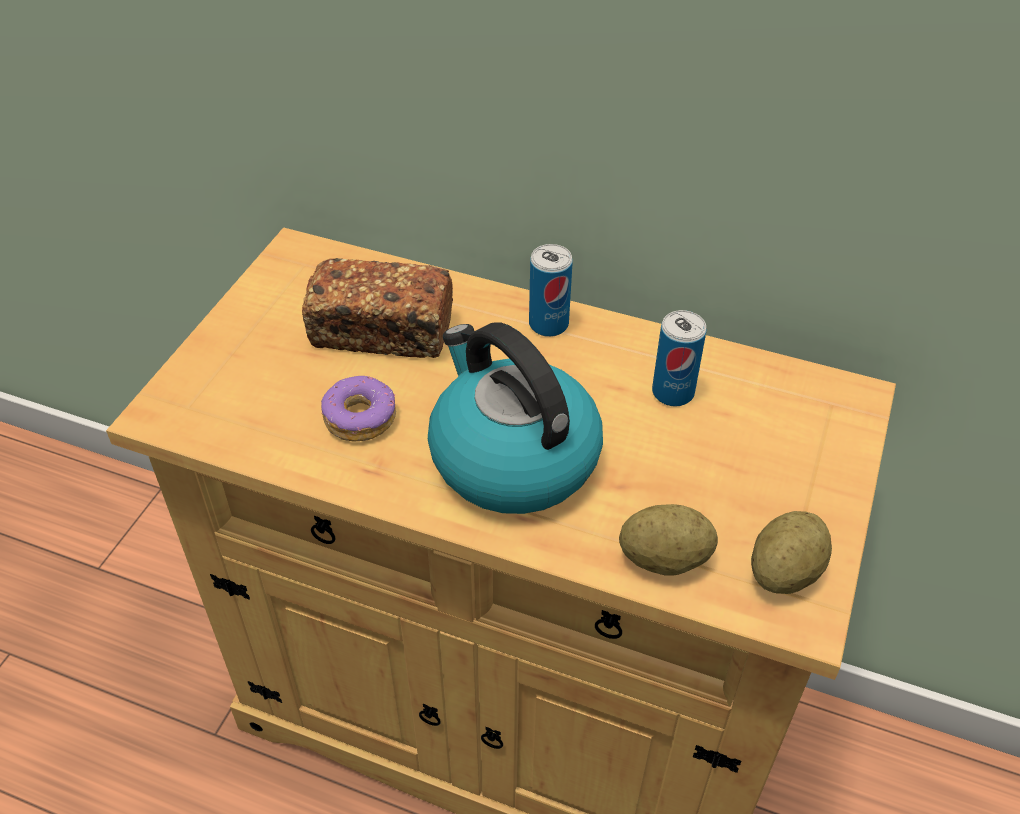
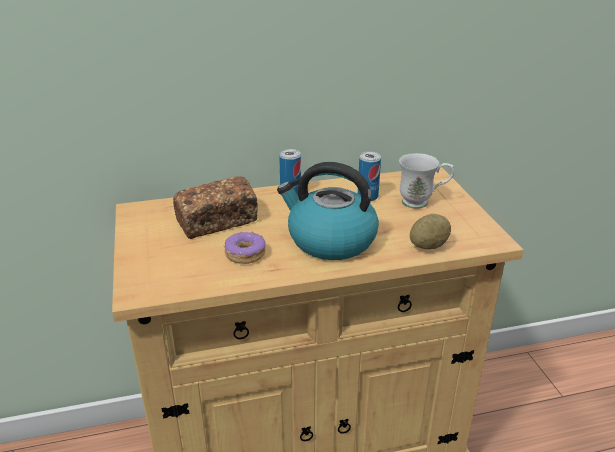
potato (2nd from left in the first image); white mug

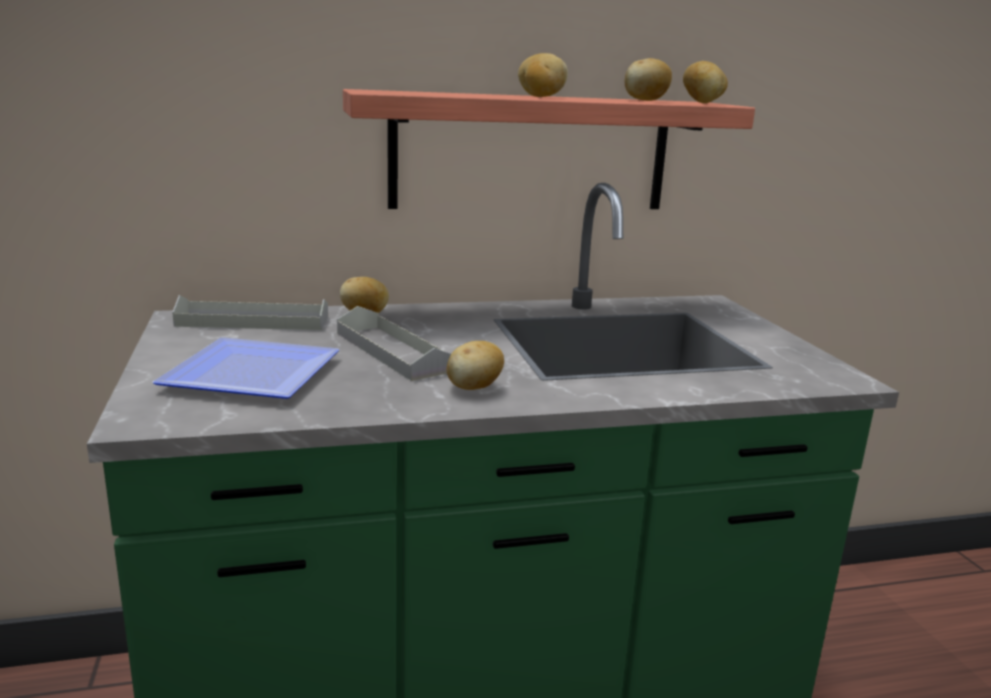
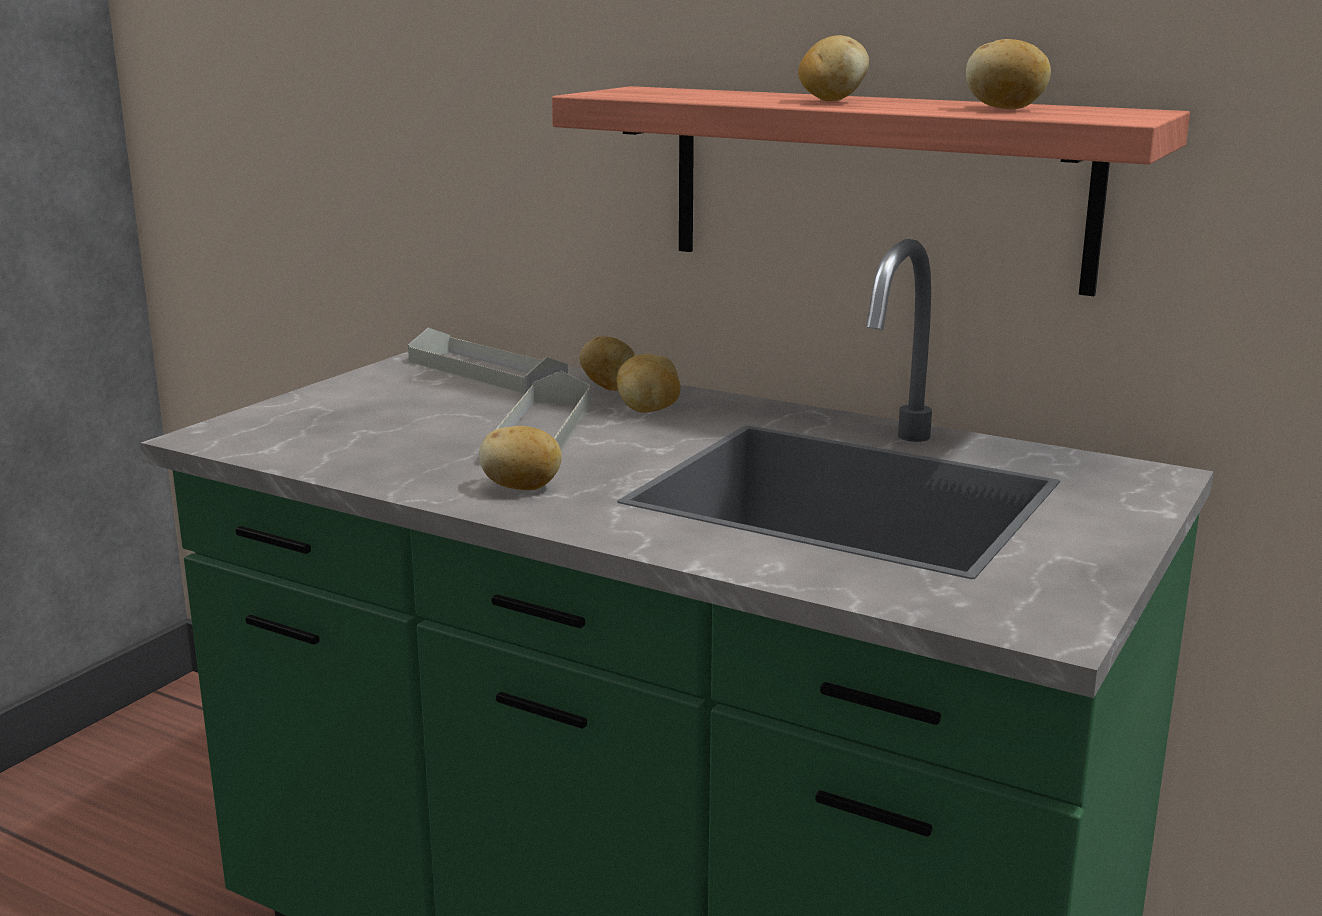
plate; potato (3rd from left)

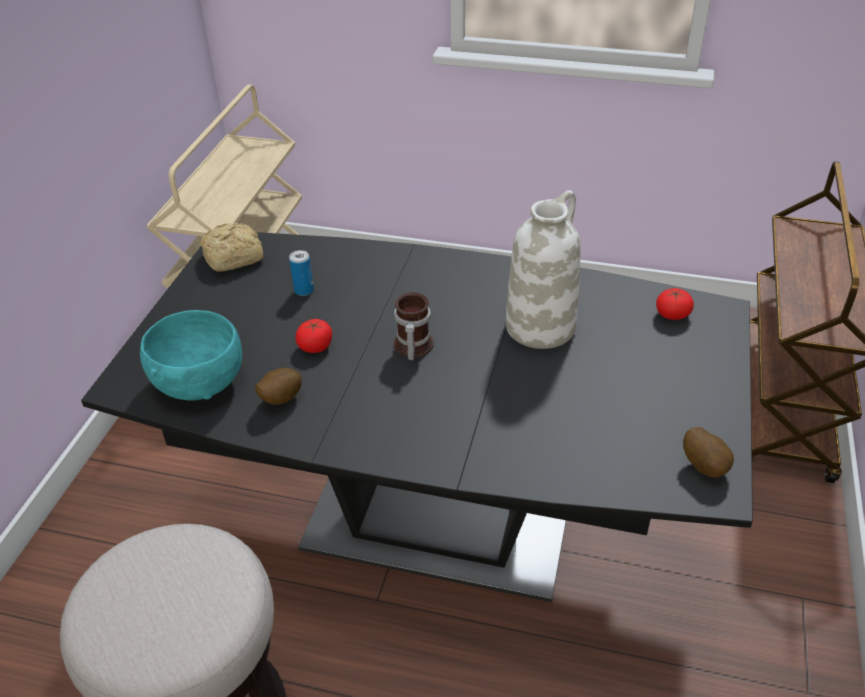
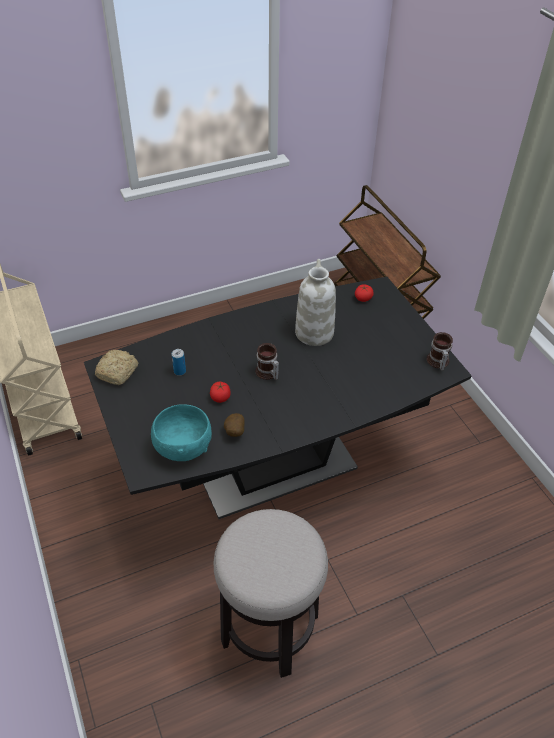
mug (2nd from left)

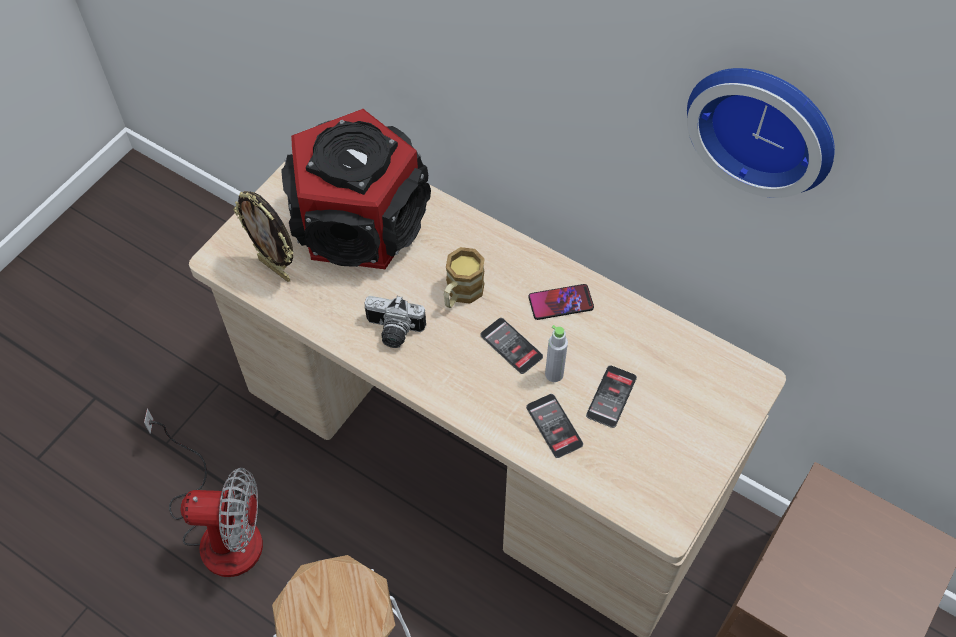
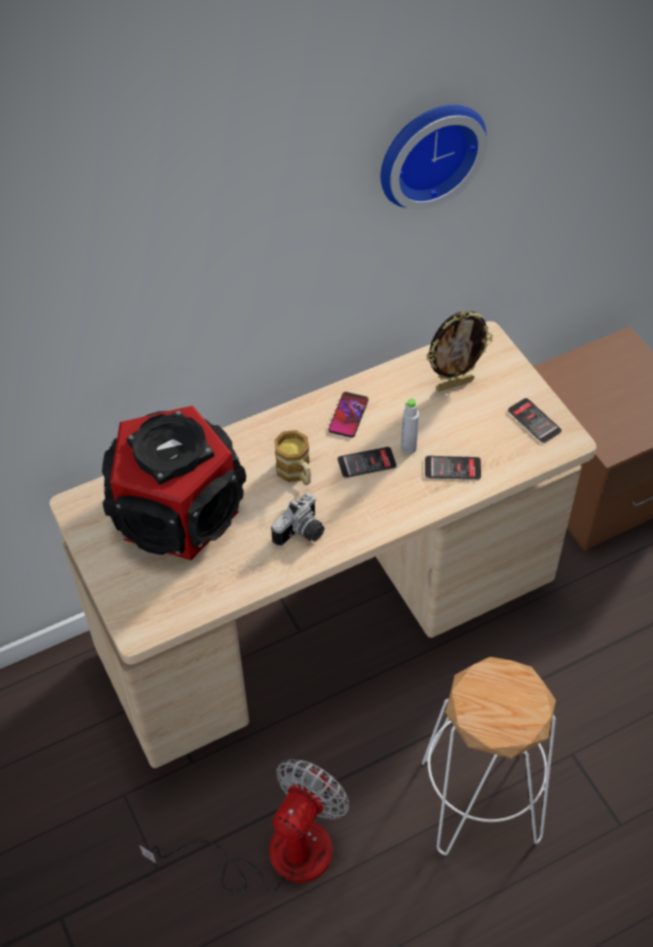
picture frame; phone (4th from left)

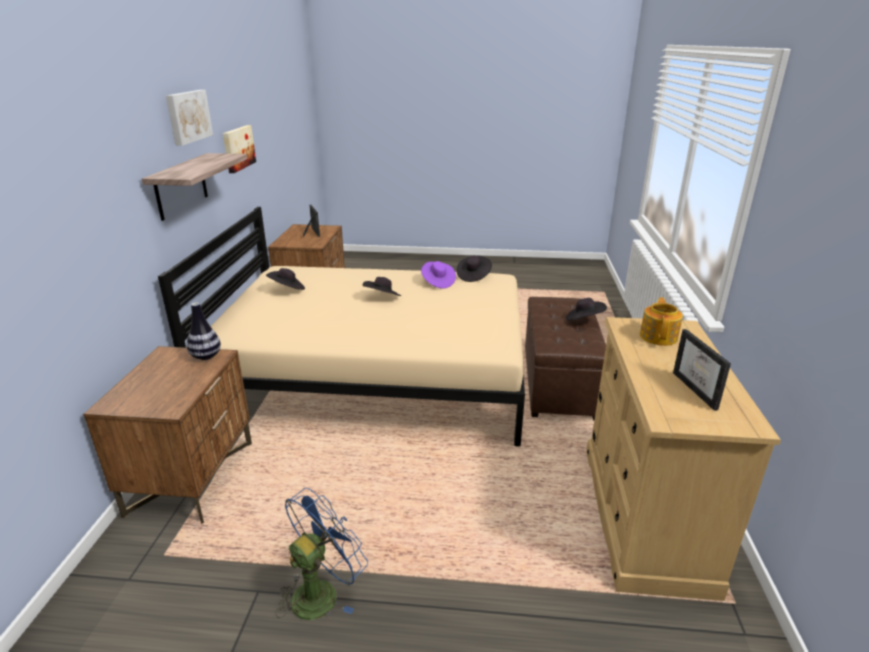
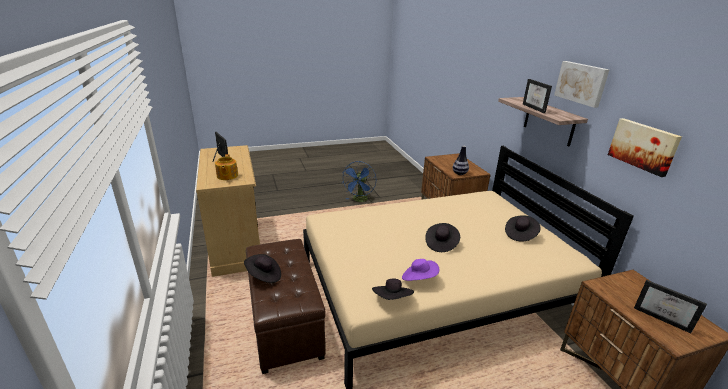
picture frame (2nd from left)

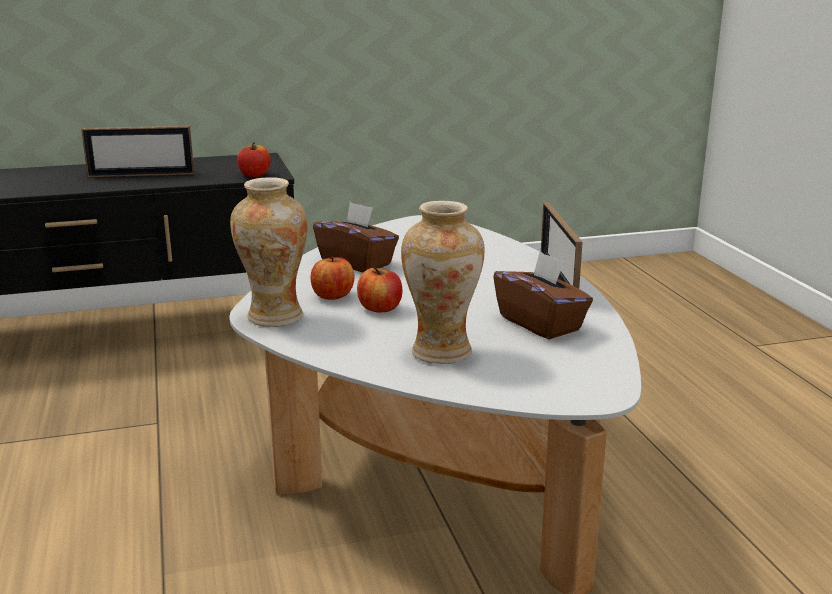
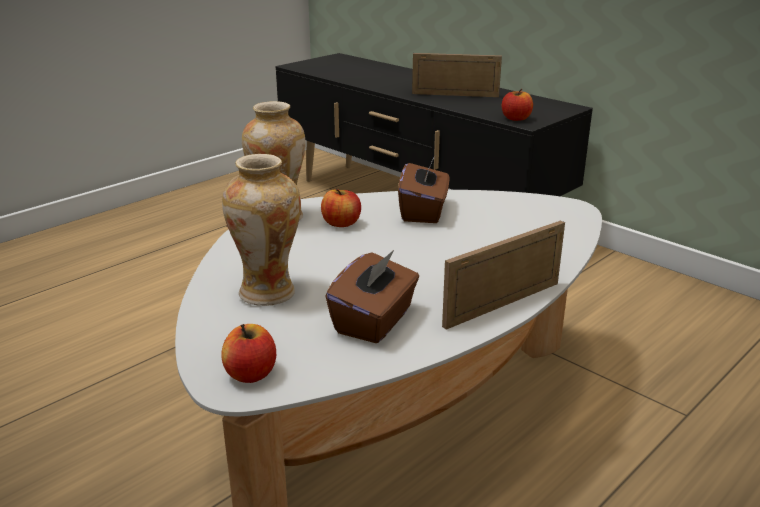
picture frame (1st from left); apple (1st from left)

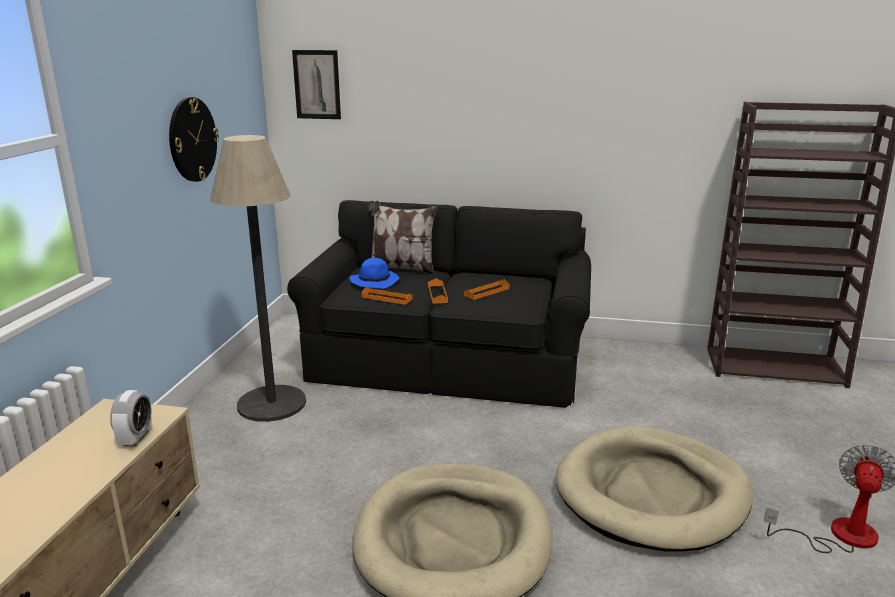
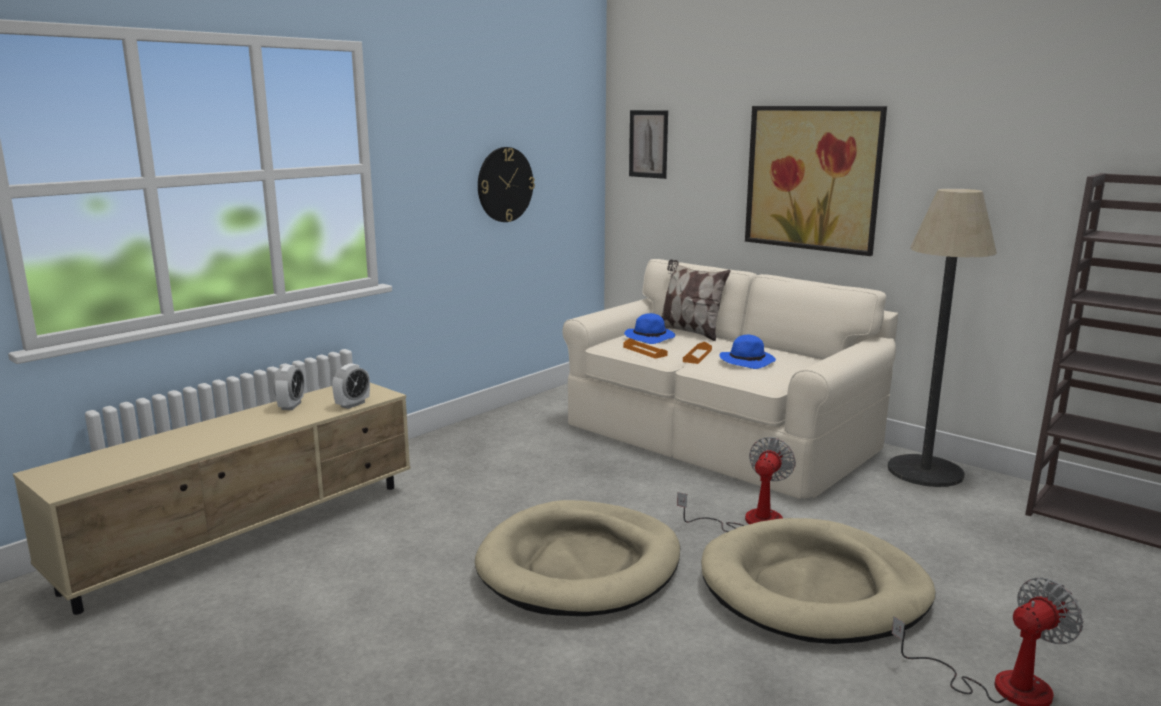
floor lamp; beige sofa; blue hat (2nd from left); alarm clock (1st from left); fan (1st from left); picture (2nd from left)

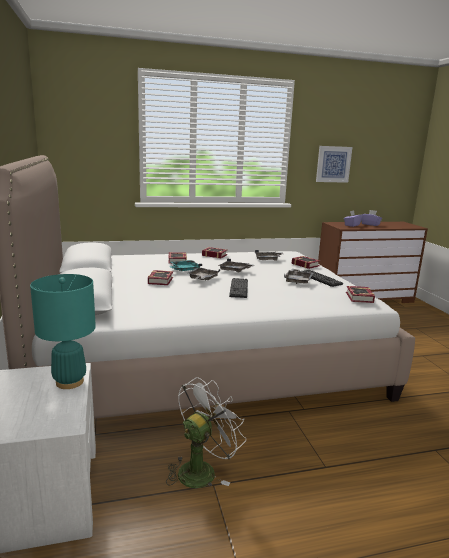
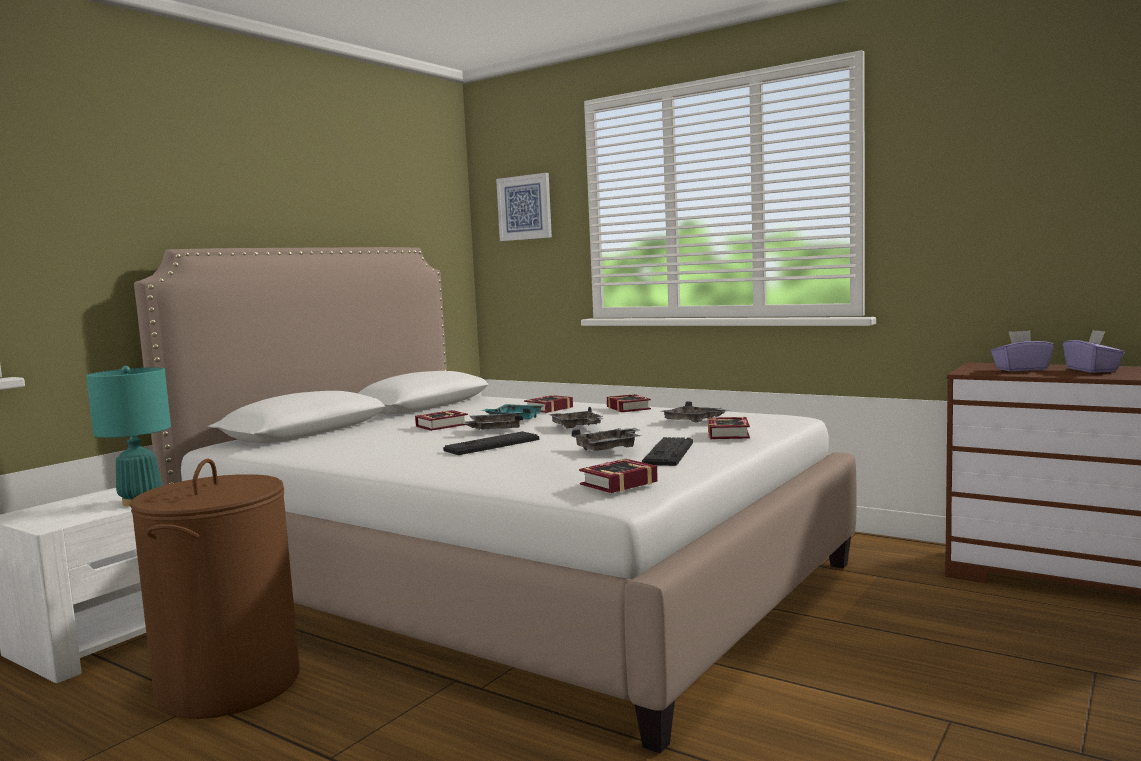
brown laundry basket; picture

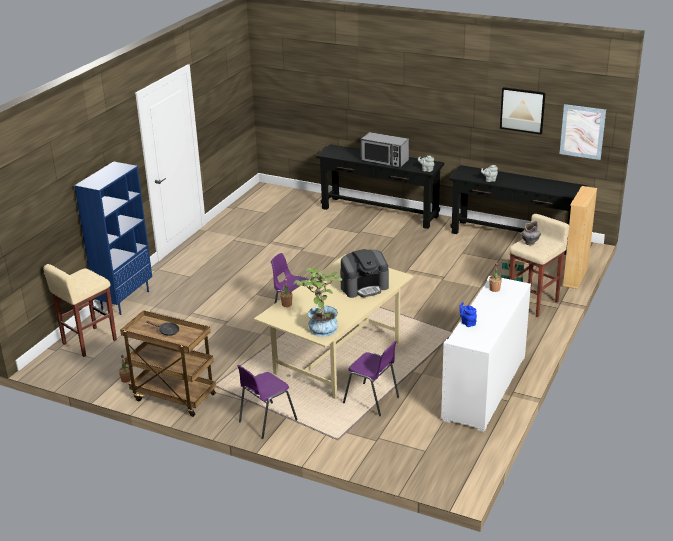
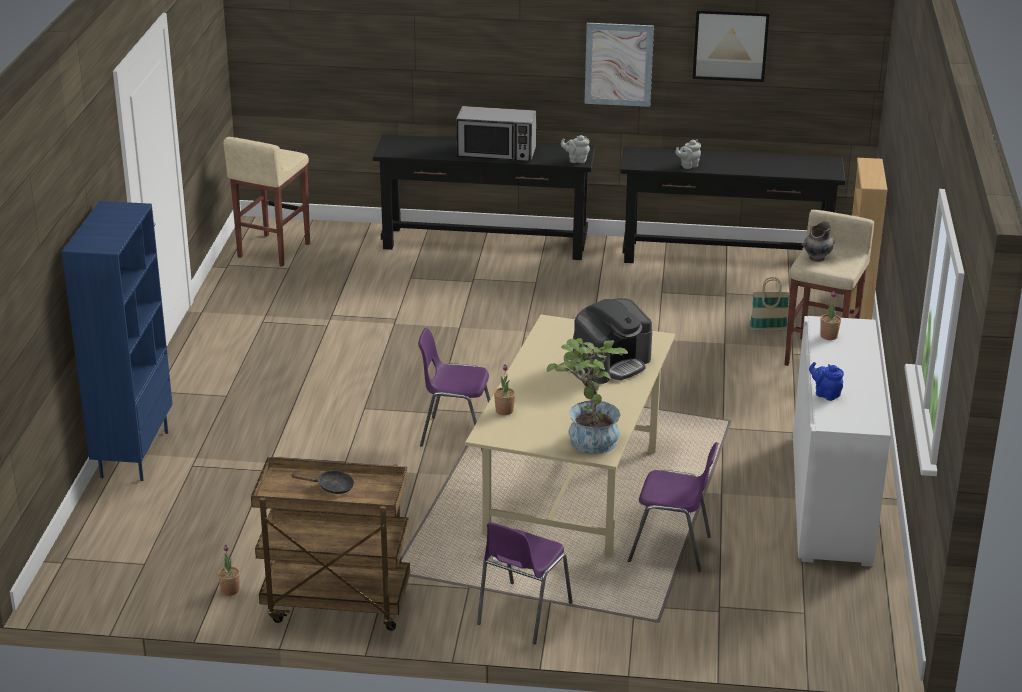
beige stool (1st from left); picture (1st from left)

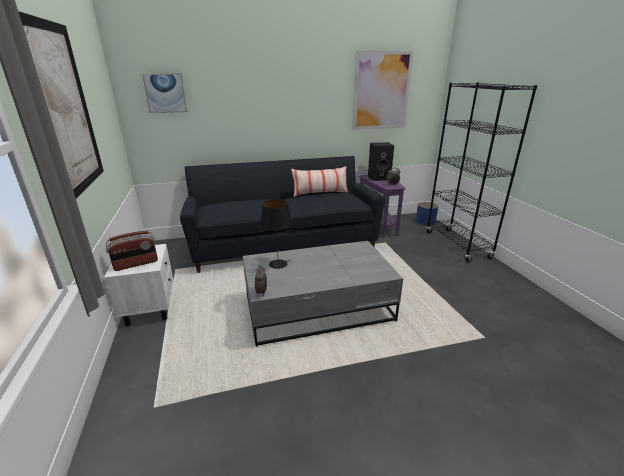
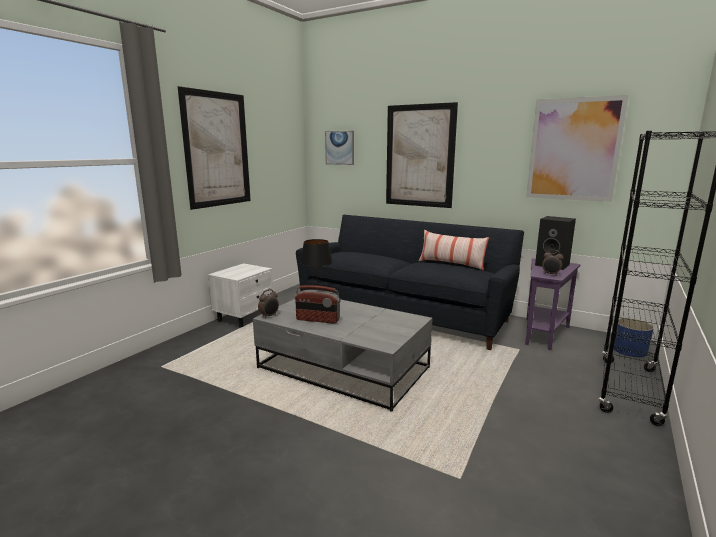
radio; picture (3rd from left)

